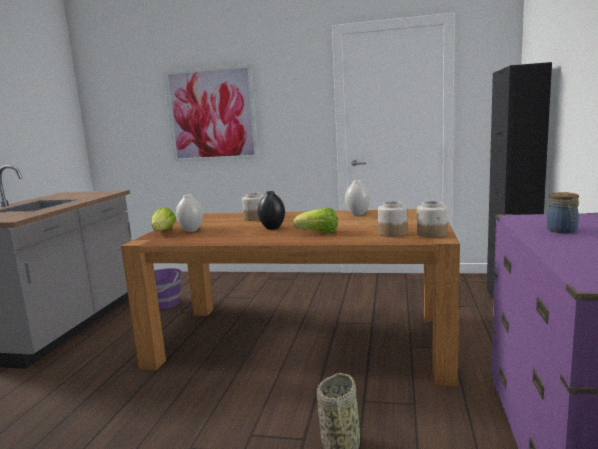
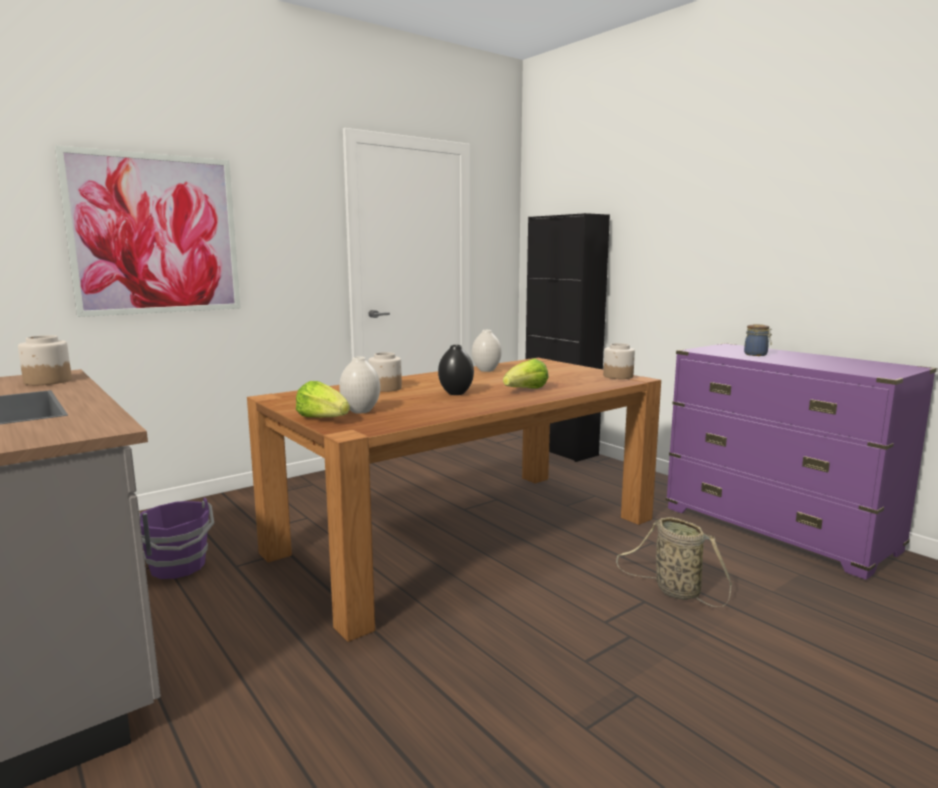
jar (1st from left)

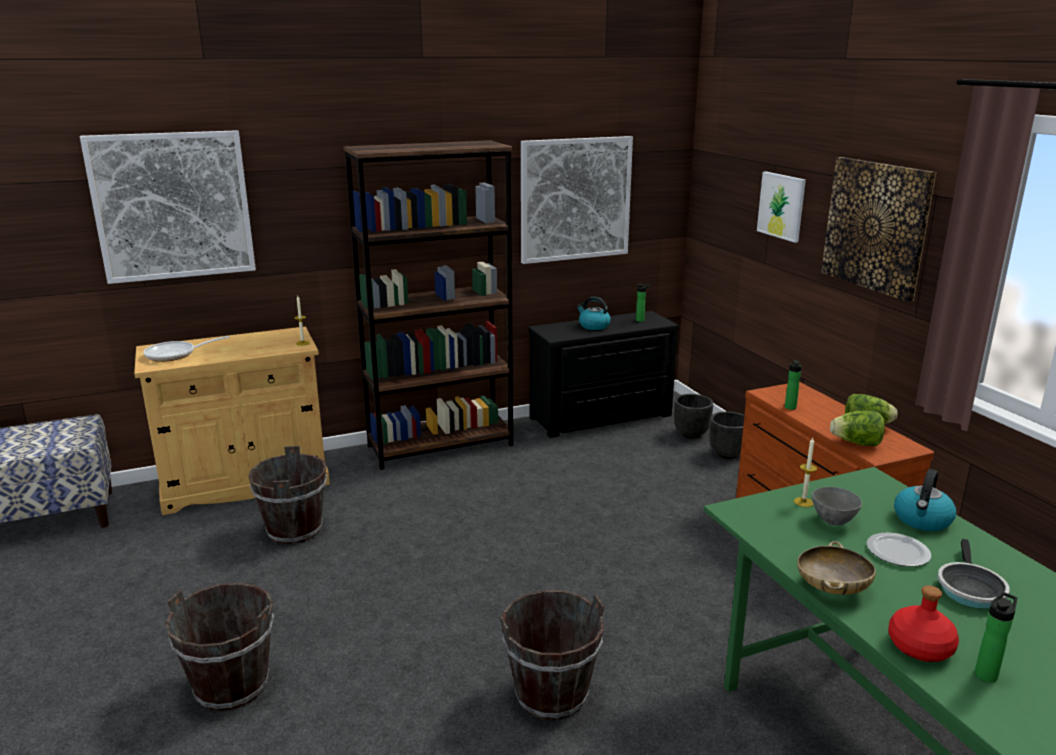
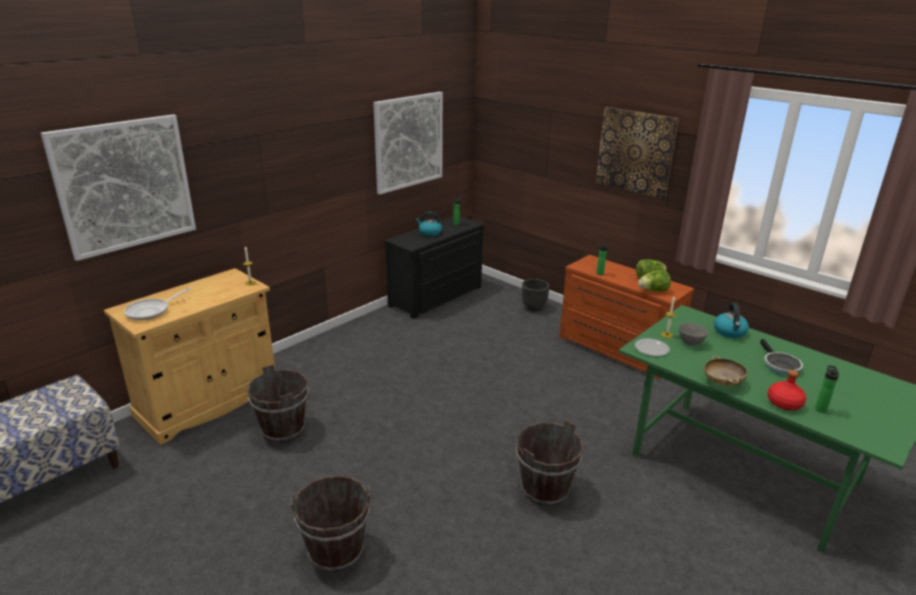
brown bookcase; black planter (1st from left in the first image); picture (3rd from left in the first image); plate

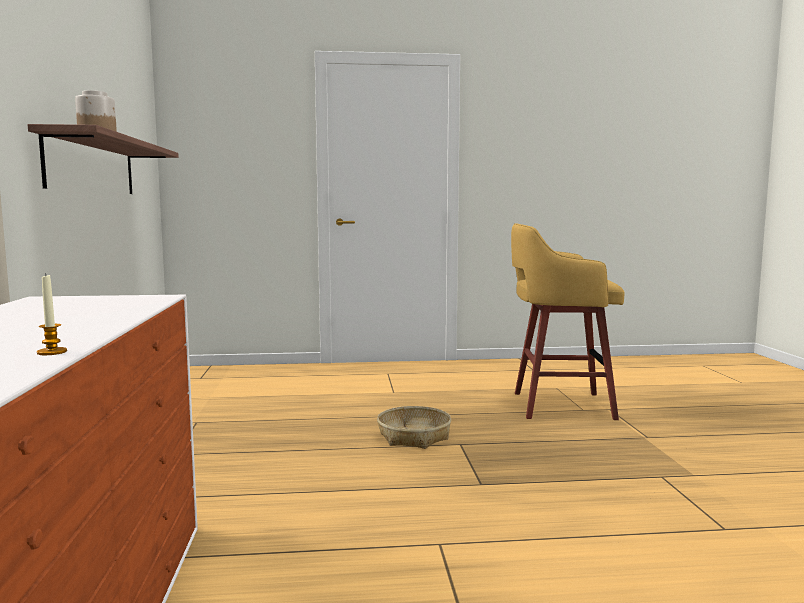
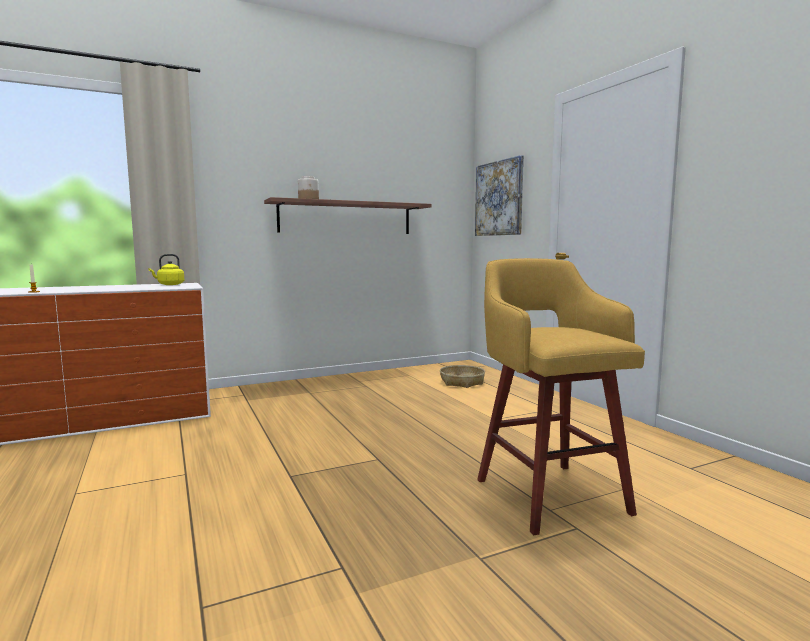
basket; yellow kettle; picture

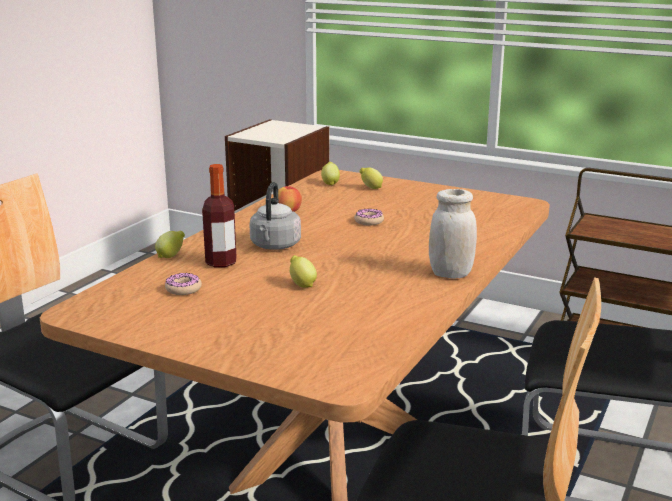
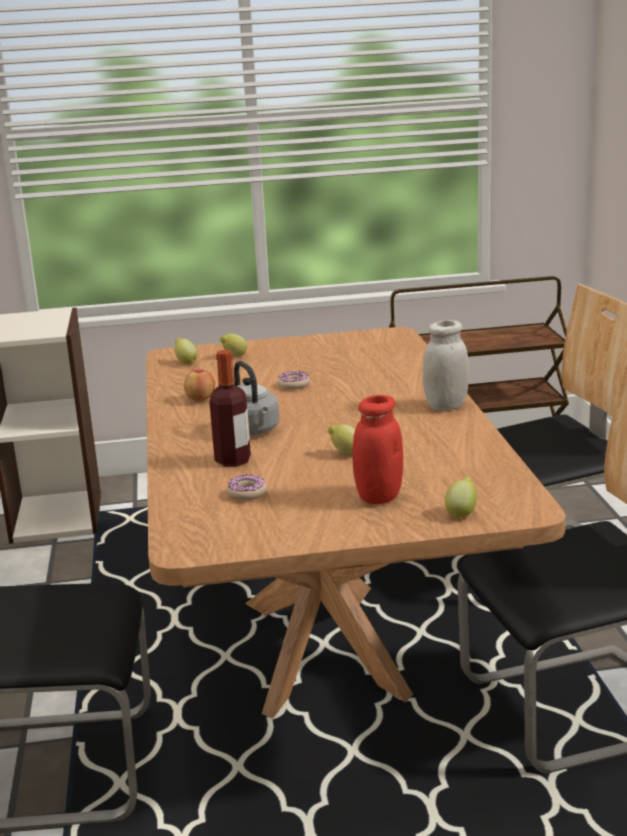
lemon (4th from left); red jar

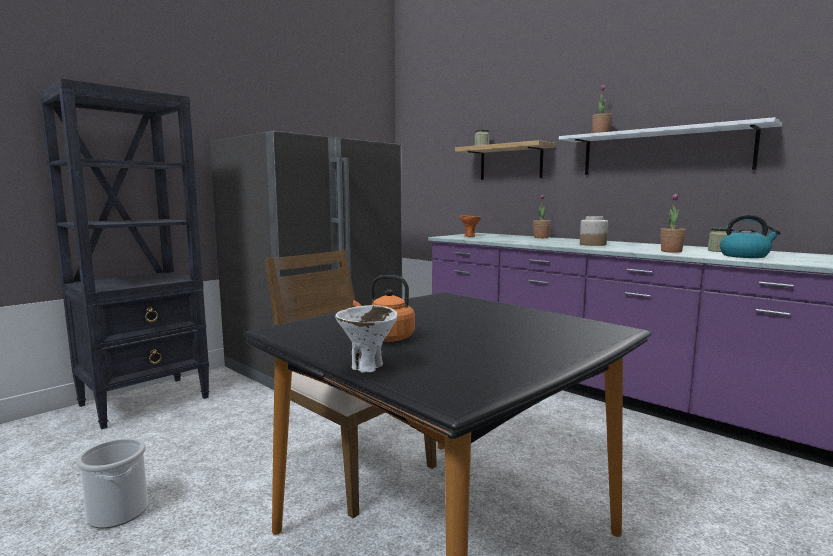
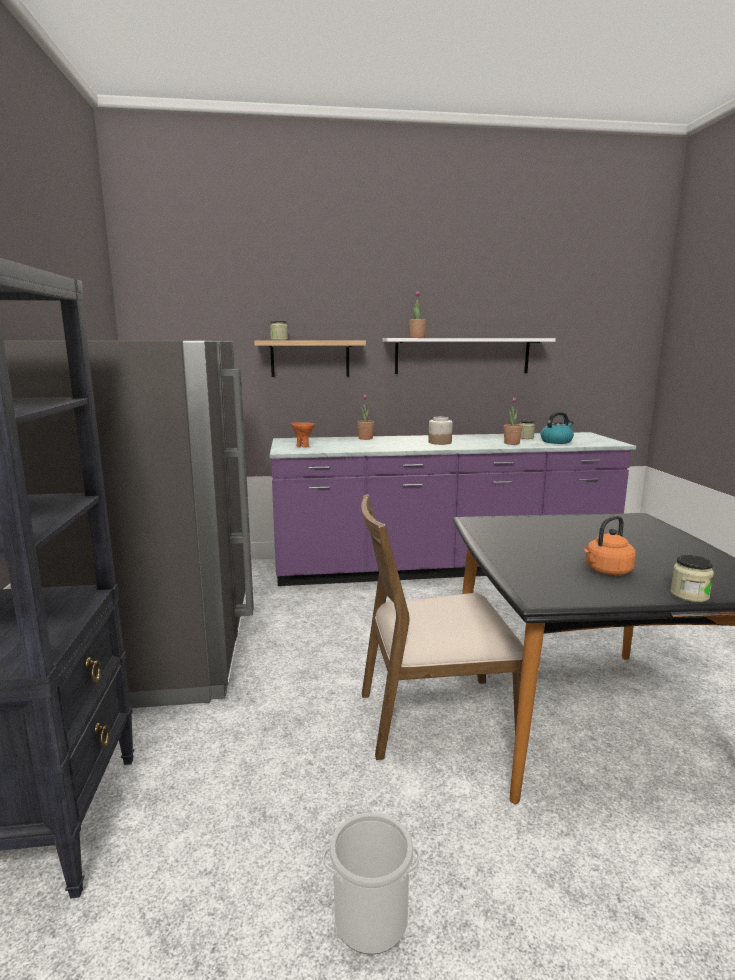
jar (4th from left)

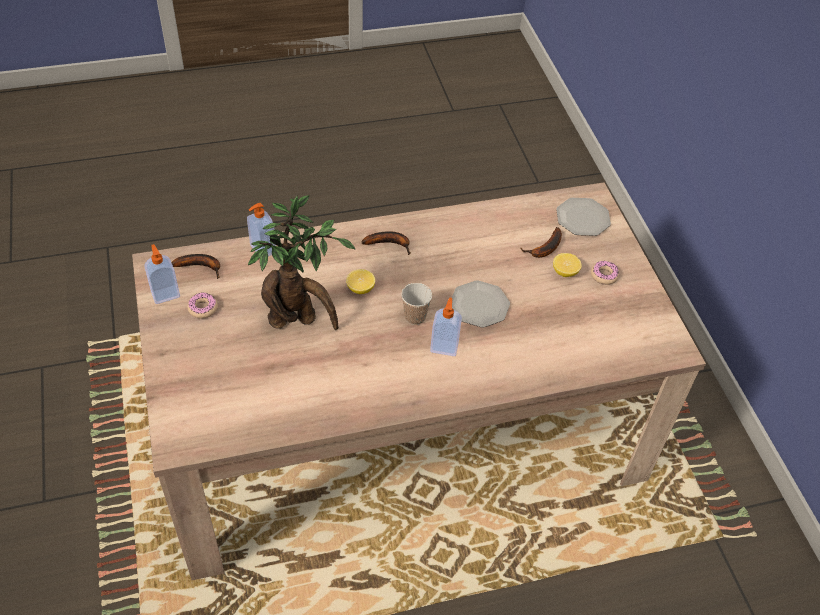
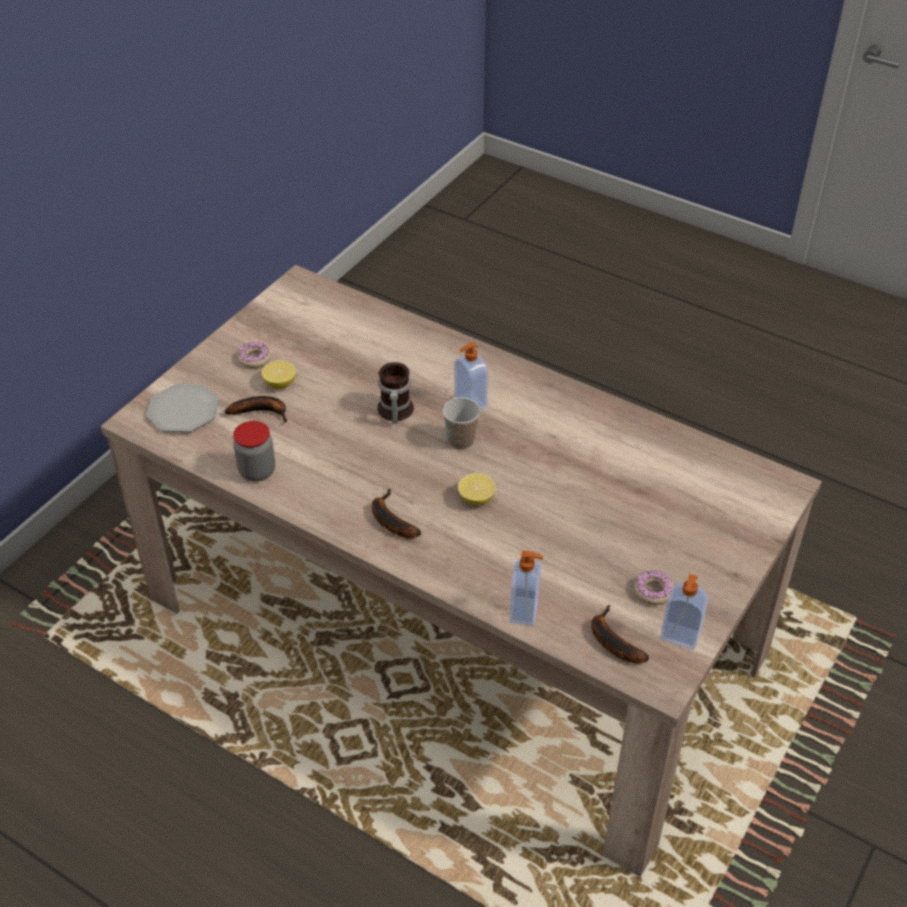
potted plant; mug; jar

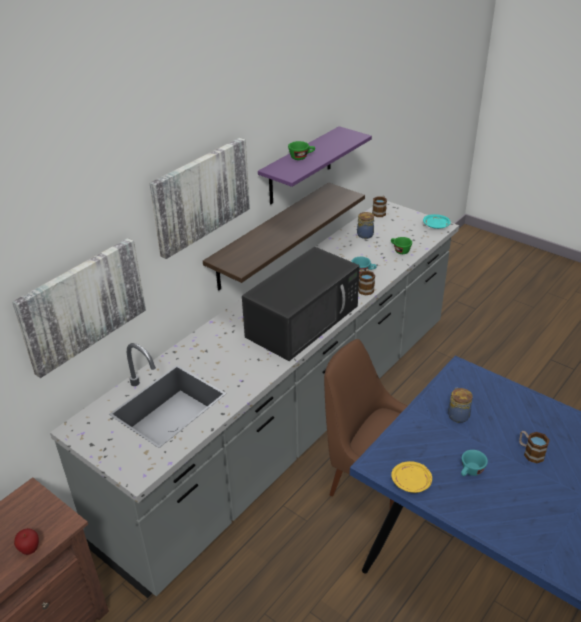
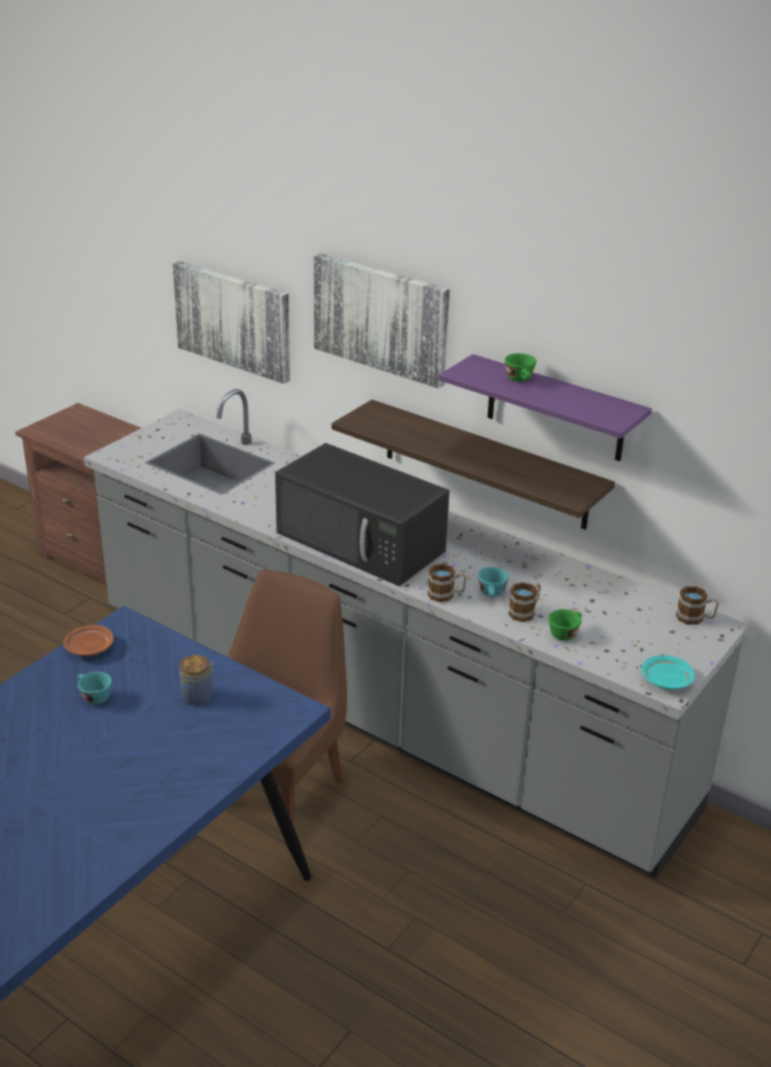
apple; jar (1st from left in the first image); brown plate; mug (2nd from left)

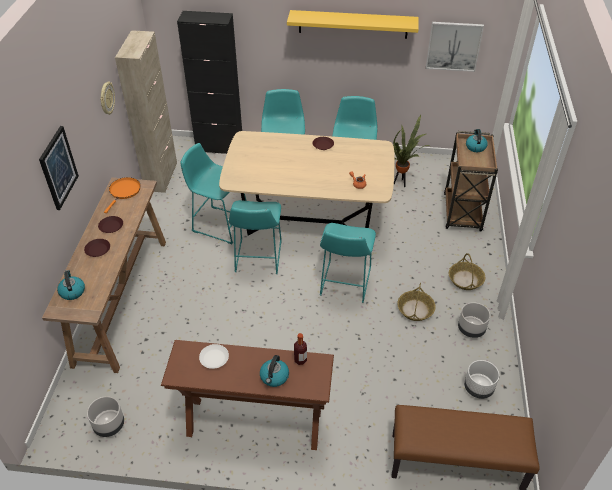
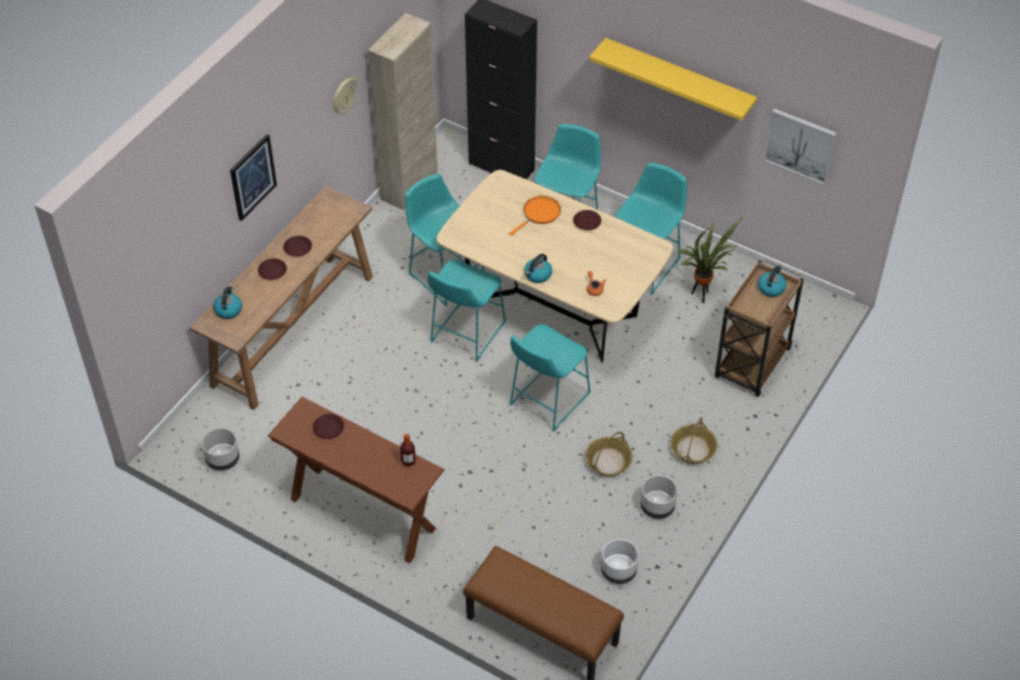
orange frying pan; brown plate (3rd from left); kettle (2nd from left)

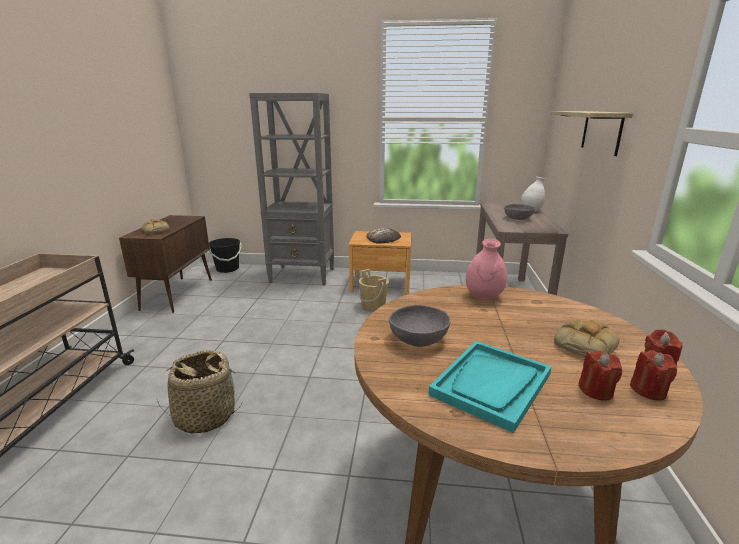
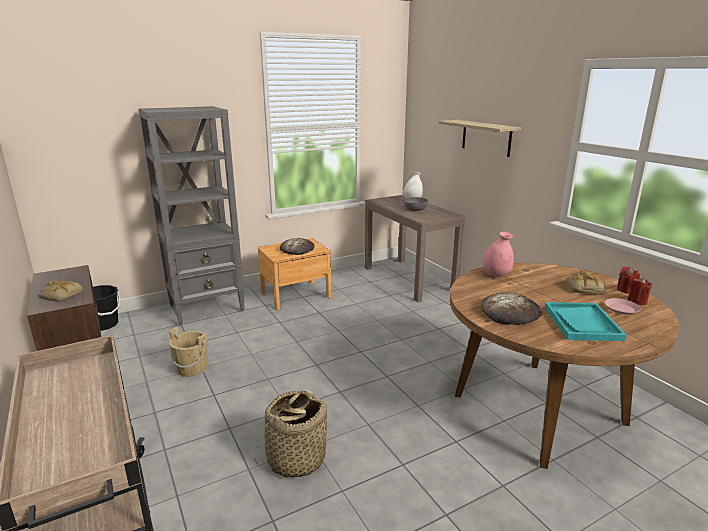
beige bucket; bread (3rd from left); pink plate

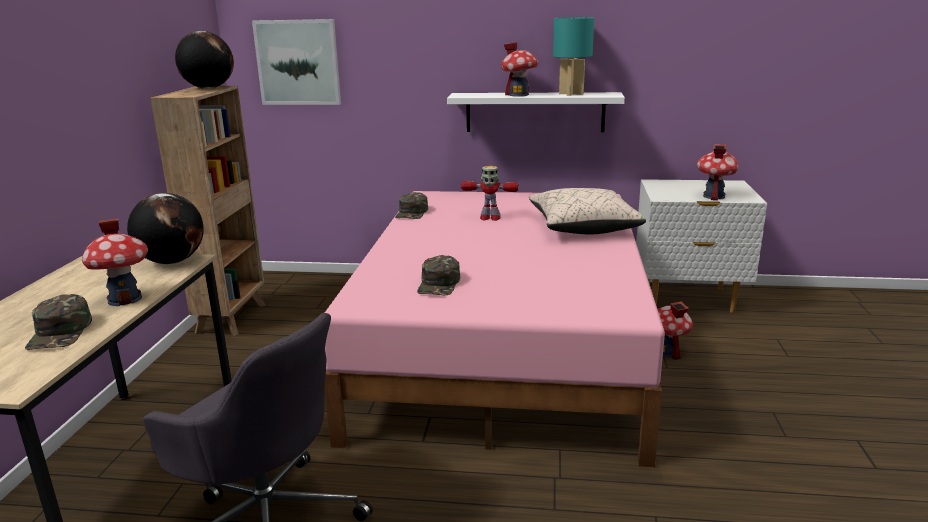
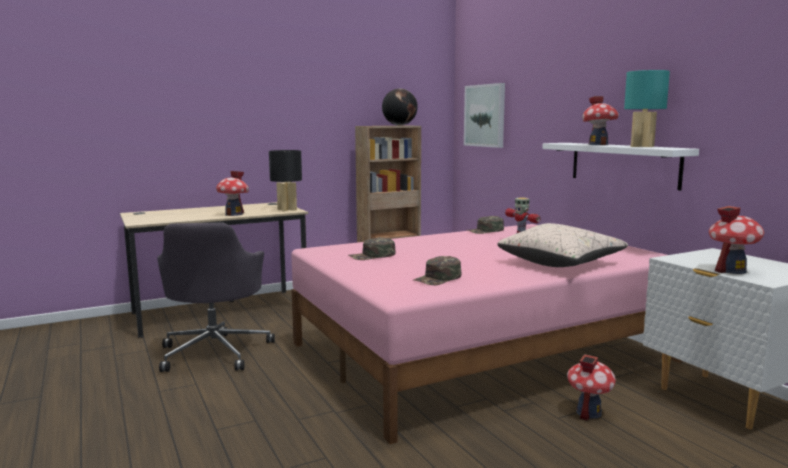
green cap (2nd from left); black table lamp

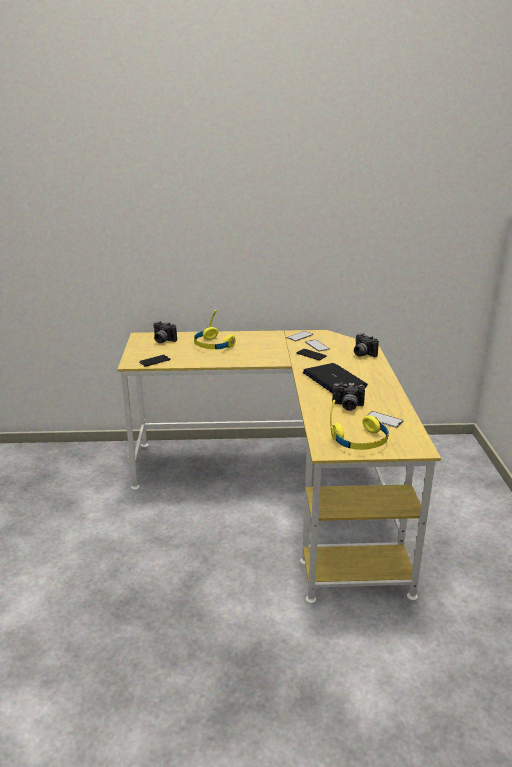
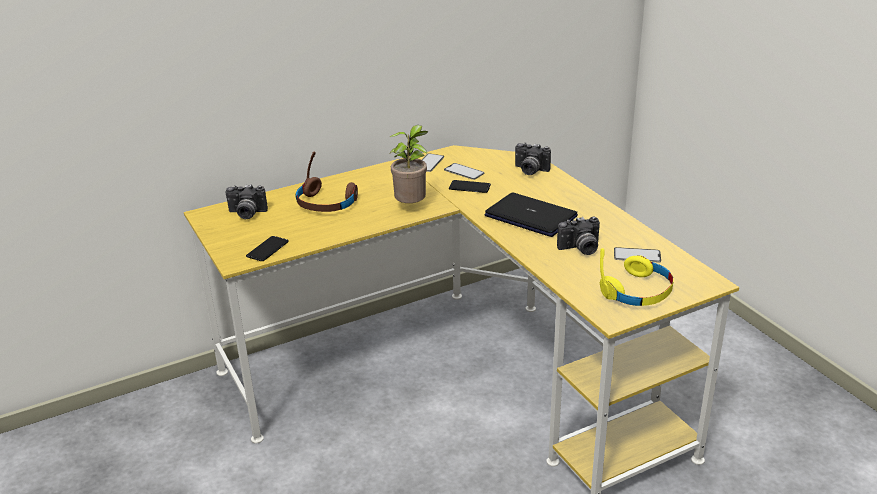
brown headphones; potted plant

